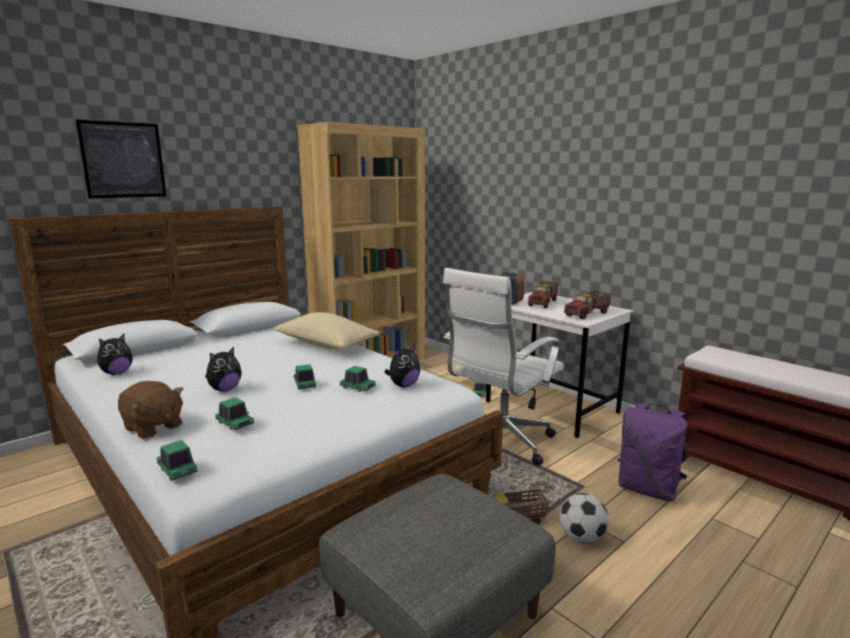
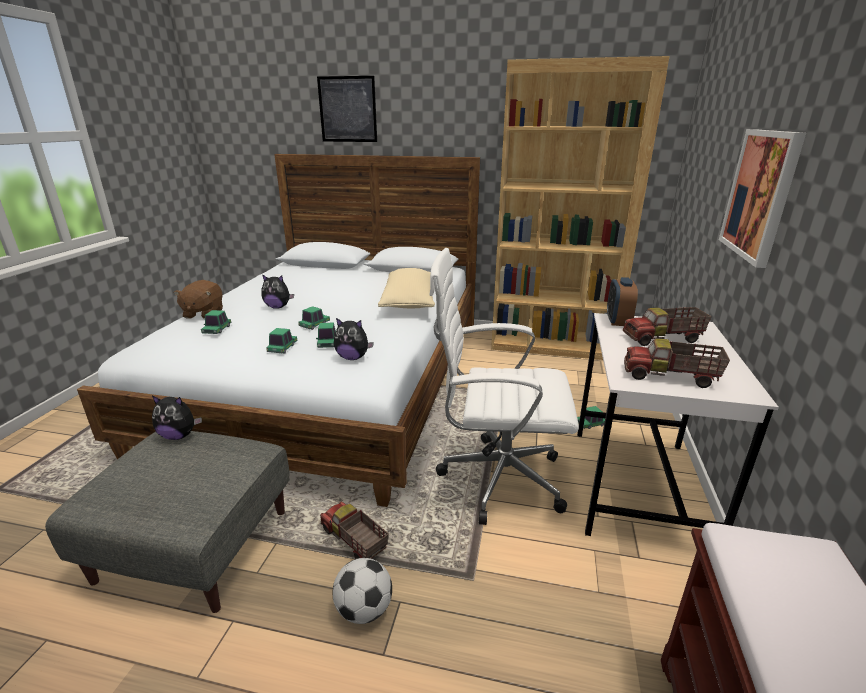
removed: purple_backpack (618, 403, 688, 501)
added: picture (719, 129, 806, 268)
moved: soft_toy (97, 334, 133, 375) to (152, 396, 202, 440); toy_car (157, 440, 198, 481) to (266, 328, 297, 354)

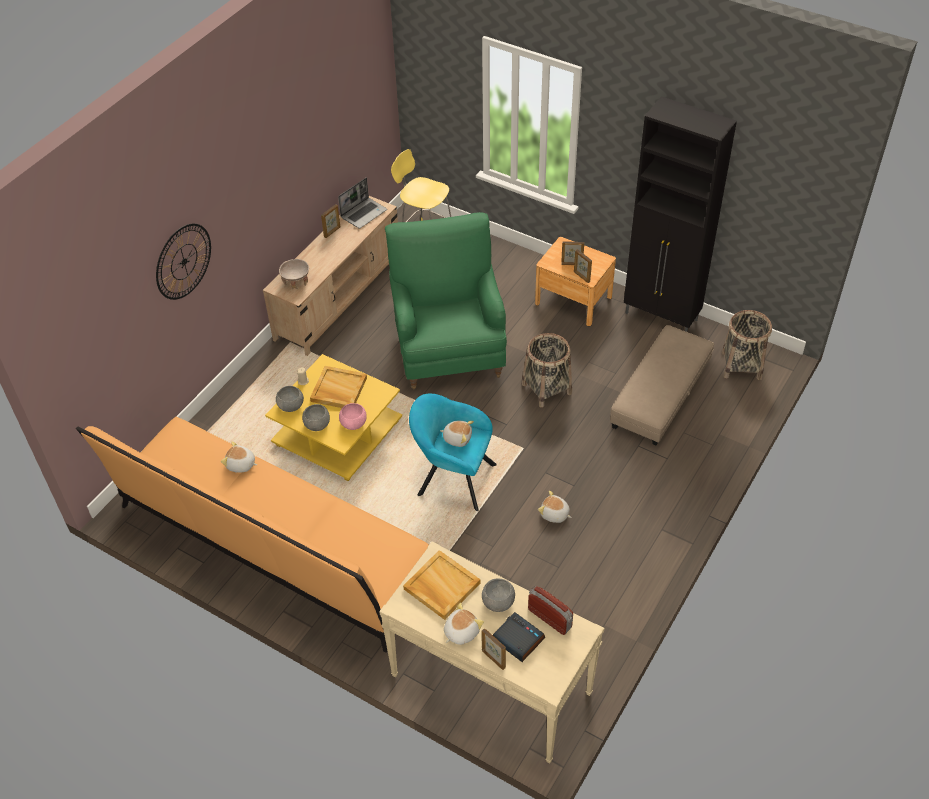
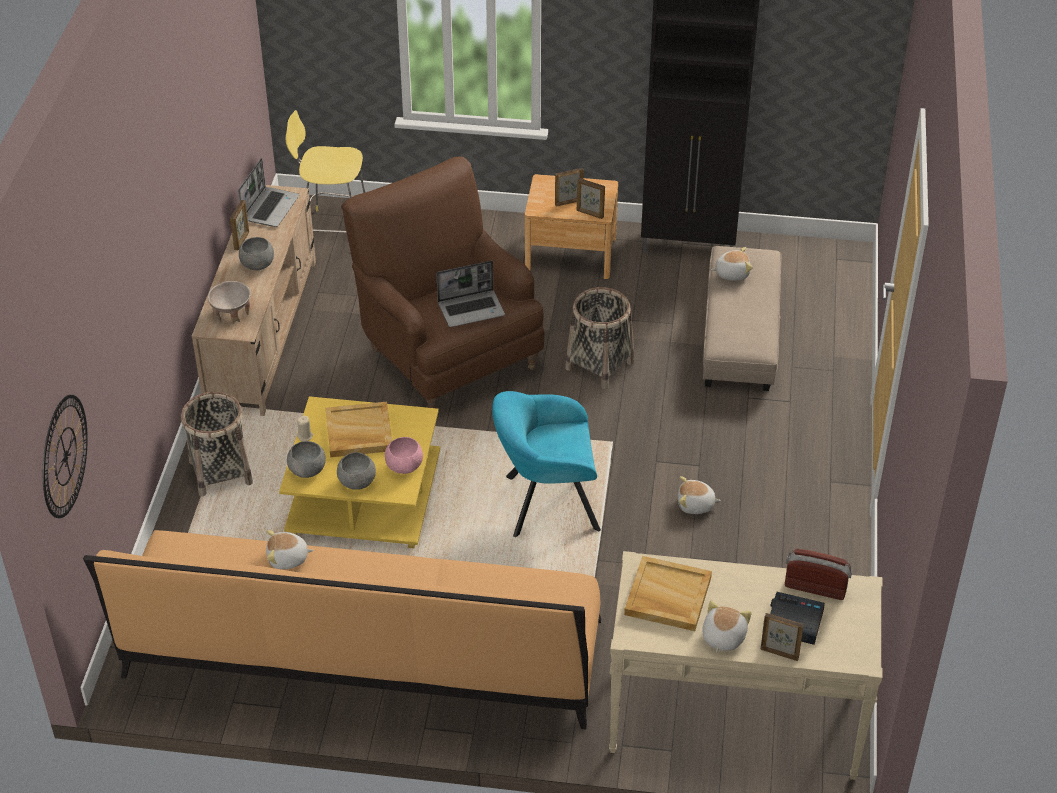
added: portable_computer (437, 261, 505, 327)
moved: clock_on_the_wall (156, 224, 211, 300) to (43, 395, 88, 518); storage_basket (722, 310, 772, 380) to (181, 392, 253, 497); grey_deep_dish (482, 579, 515, 612) to (239, 237, 274, 270); soft_toy (440, 421, 474, 447) to (711, 247, 753, 281)
recoloured: greenish_armchair (385, 212, 507, 389) to brown_armchair (341, 156, 544, 408)

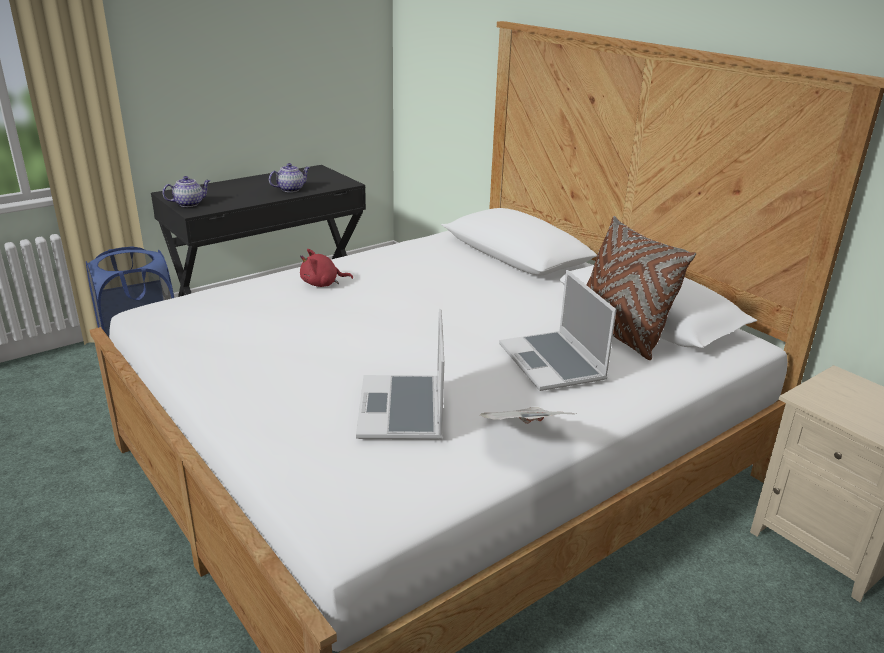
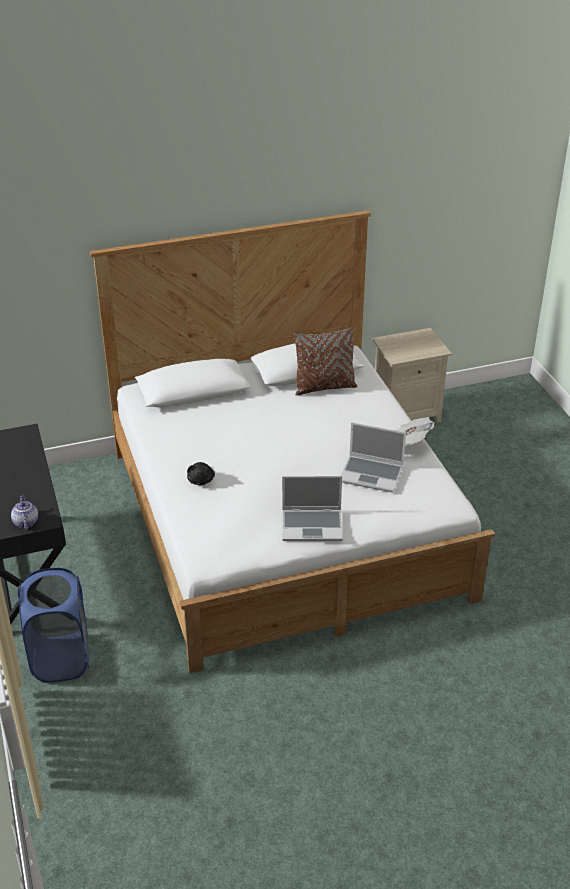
removed: tea_pot (269, 163, 310, 192)
moved: portable_computer (499, 270, 617, 391) to (282, 476, 343, 541)
recoloured: red_soft_toy (300, 249, 353, 287) to black_soft_toy (187, 462, 215, 485)

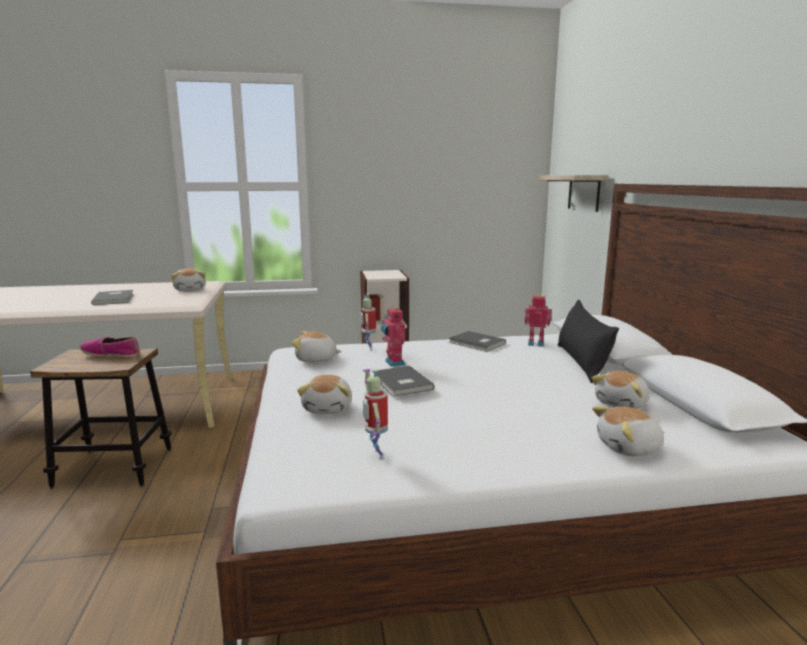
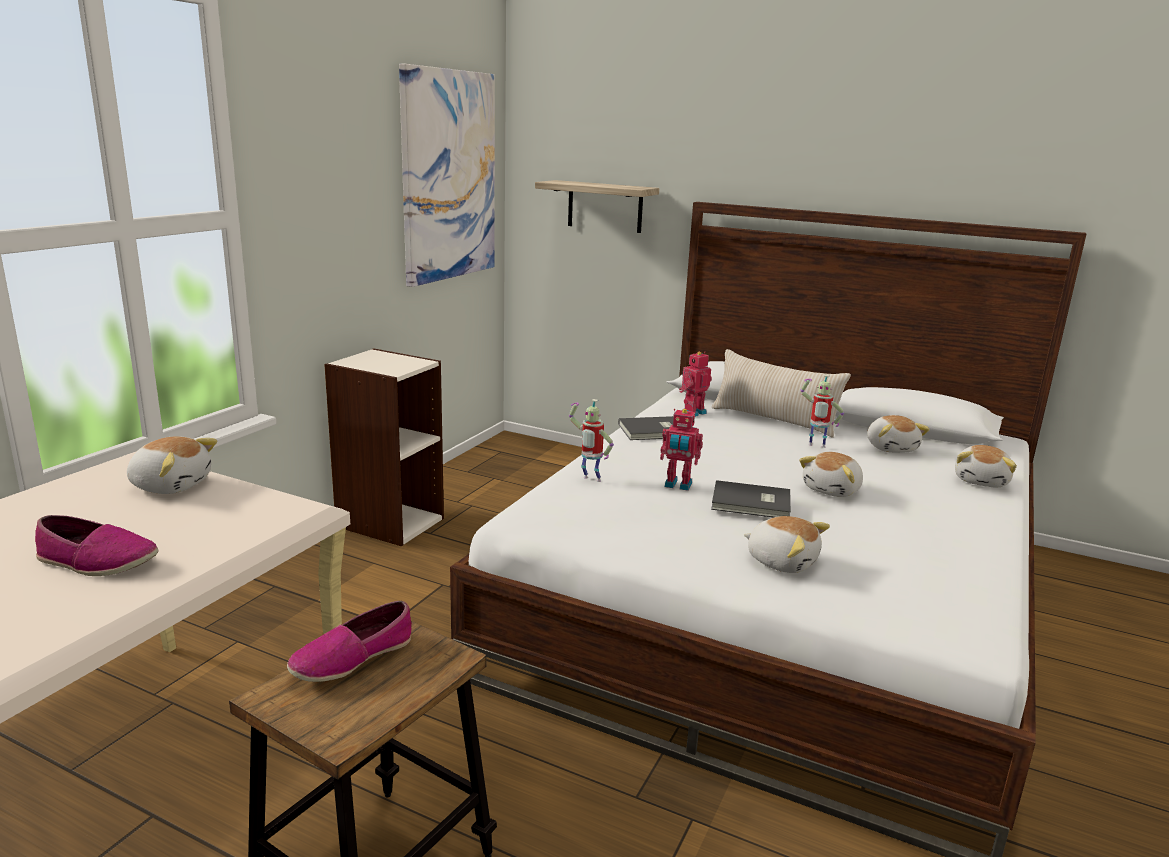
added: picture (399, 64, 495, 287)
moved: soft_toy (292, 331, 342, 362) to (799, 452, 863, 497); robot_figure (362, 369, 388, 460) to (800, 375, 844, 448)
replaced: grey_volume (91, 290, 133, 305) to low_shoe (35, 515, 158, 576)
recoloured: black_throw_pillow (558, 300, 619, 383) to beige_throw_pillow (712, 349, 851, 438)

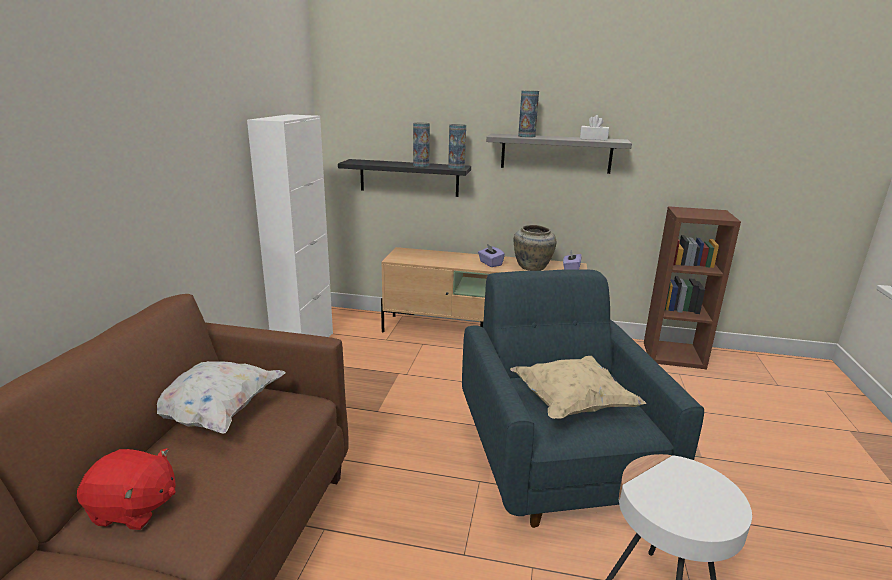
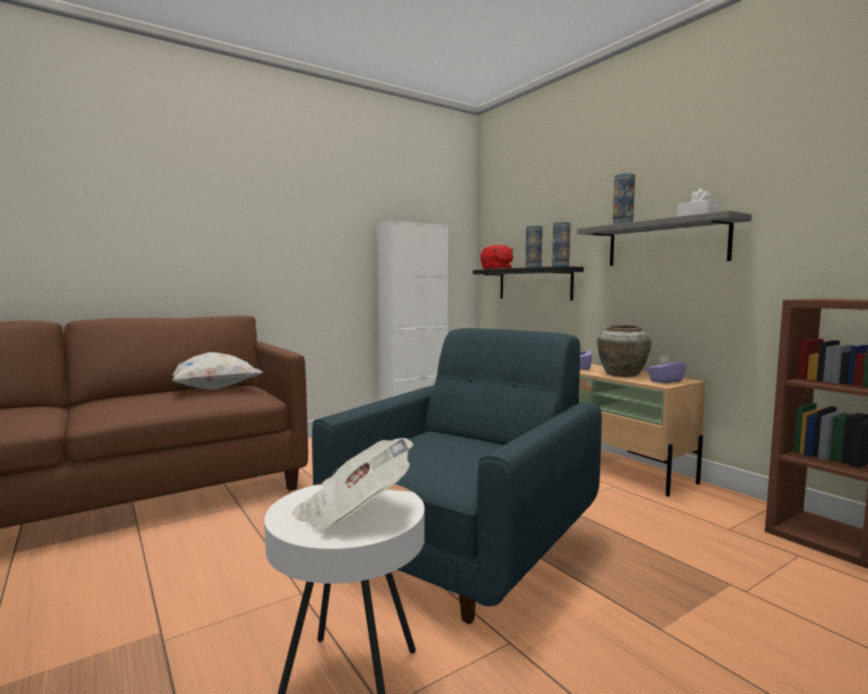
removed: beige_throw_pillow (510, 356, 646, 419)
added: newspaper (292, 438, 414, 531)
moved: red_soft_toy (77, 448, 176, 530) to (480, 245, 514, 269)

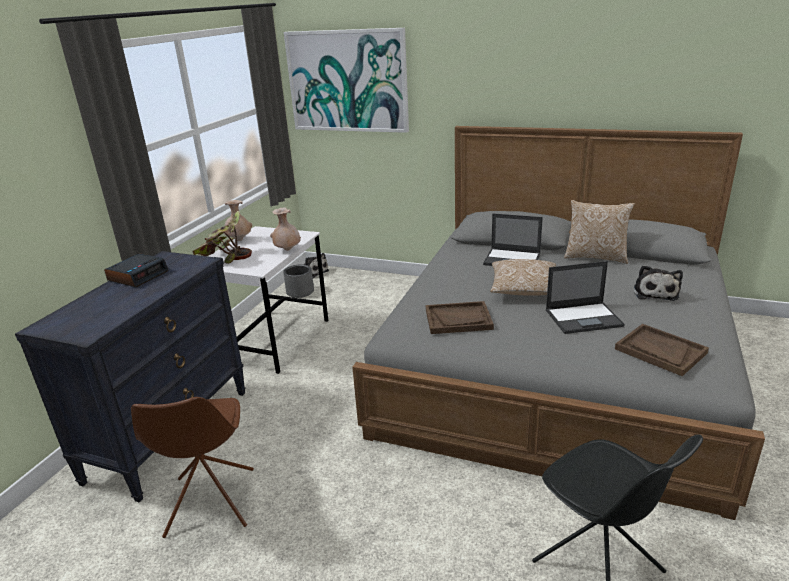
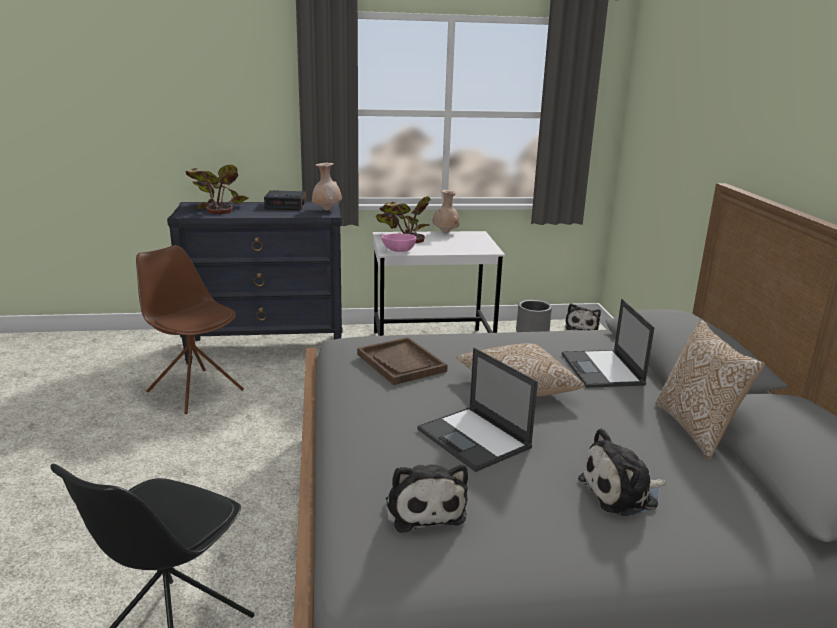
removed: picture (284, 28, 409, 133)
added: plant_in_a_pot (185, 164, 249, 214); pinkish_deep_dish (381, 233, 416, 252)
moved: beige_flower_vase (270, 207, 301, 251) to (312, 163, 342, 211)
replaced: brown_tray (615, 324, 709, 376) to soft_toy (386, 464, 468, 533)
turned: brown_upright_chair (131, 397, 254, 538) = (136, 245, 244, 414) 75 degrees clockwise

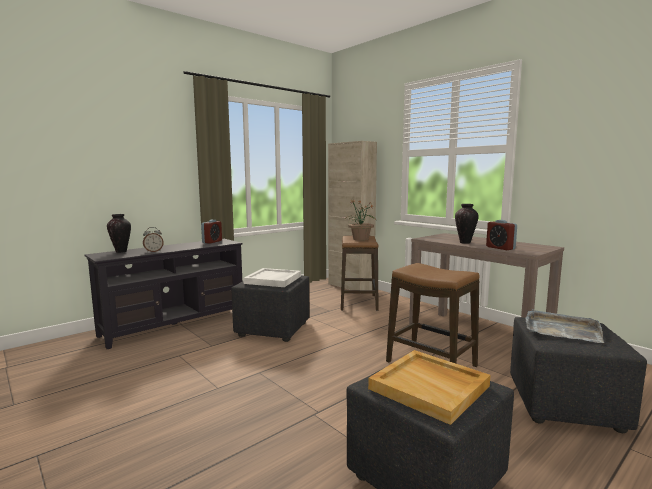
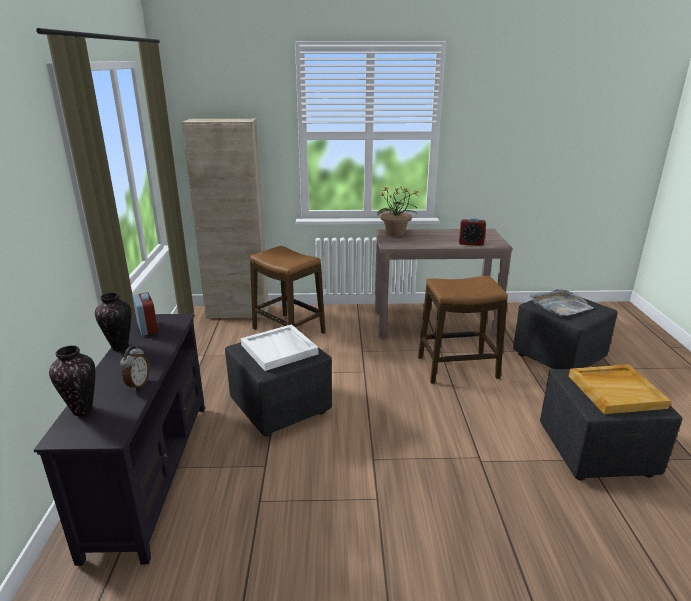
moved: flower_vase (455, 204, 479, 244) to (95, 292, 131, 351); plant_in_a_pot (346, 200, 375, 241) to (377, 186, 418, 236)

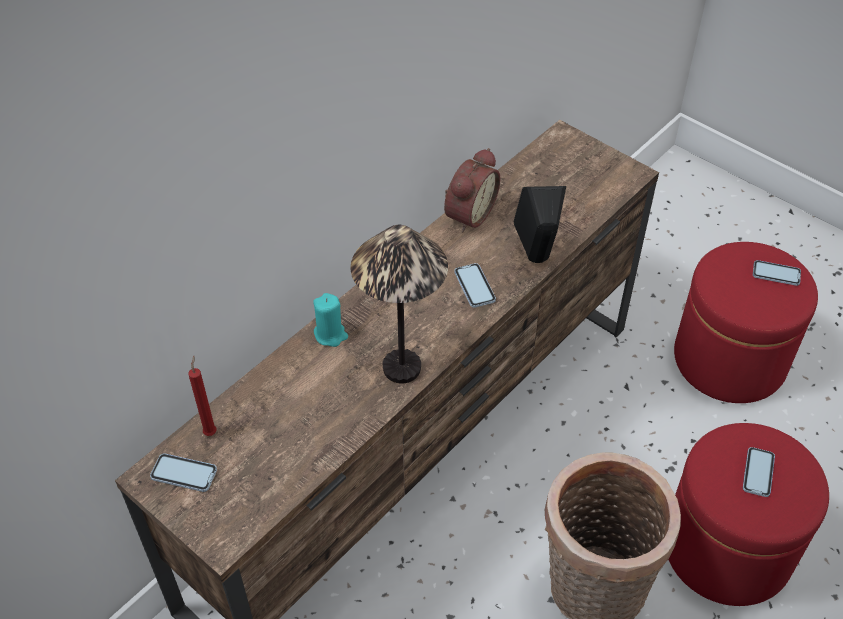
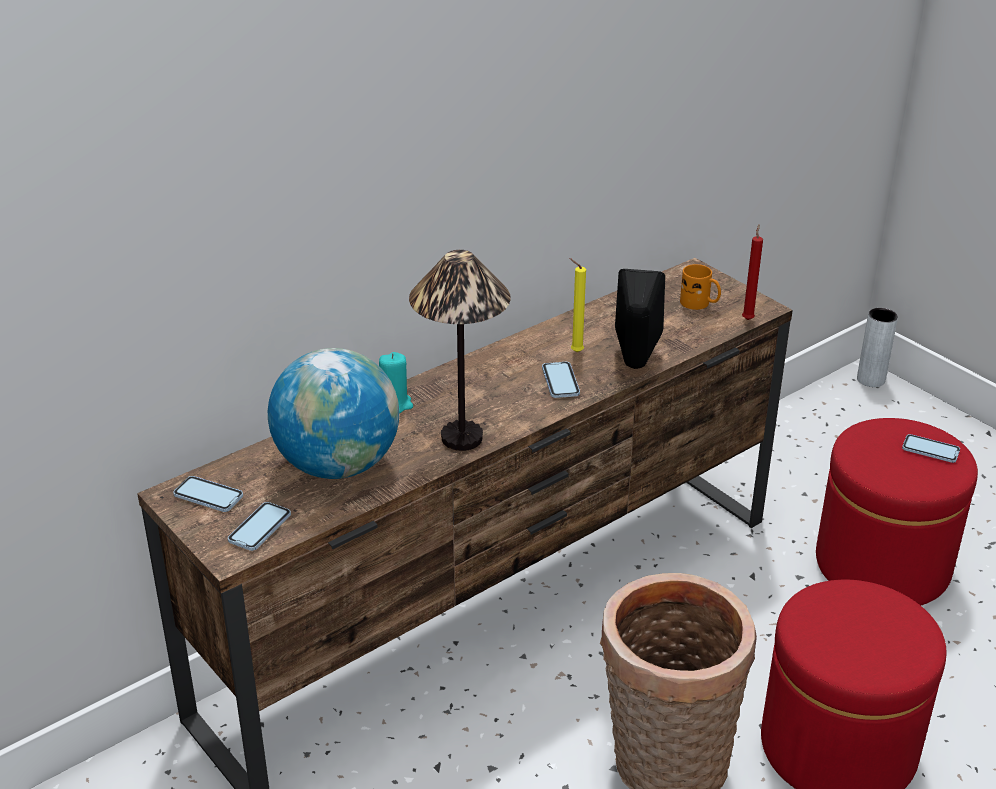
removed: table_clock (444, 148, 500, 232)
added: globe (268, 348, 399, 479); yellowish_wax_candle (569, 258, 586, 352); orange-coloured_coffee_mug (680, 264, 721, 310); grey_flower_vase (857, 308, 898, 387)
moved: phone (743, 447, 775, 497) to (228, 502, 291, 551); red_wax_candle (188, 356, 217, 436) to (742, 224, 763, 320)

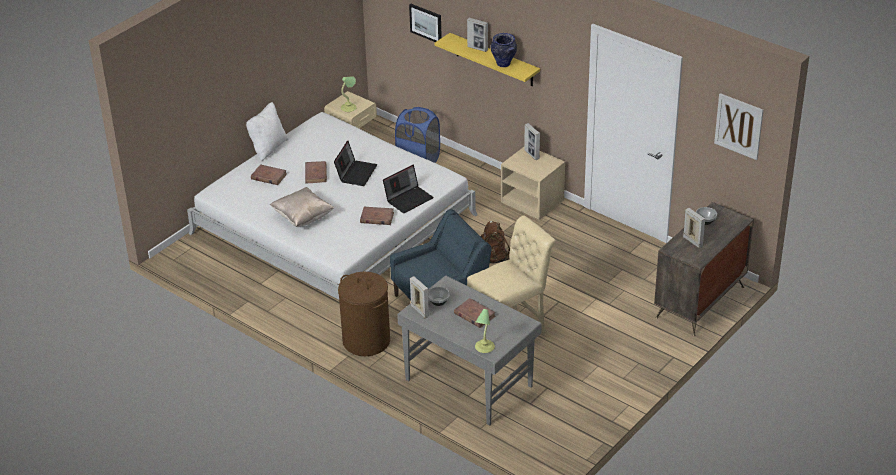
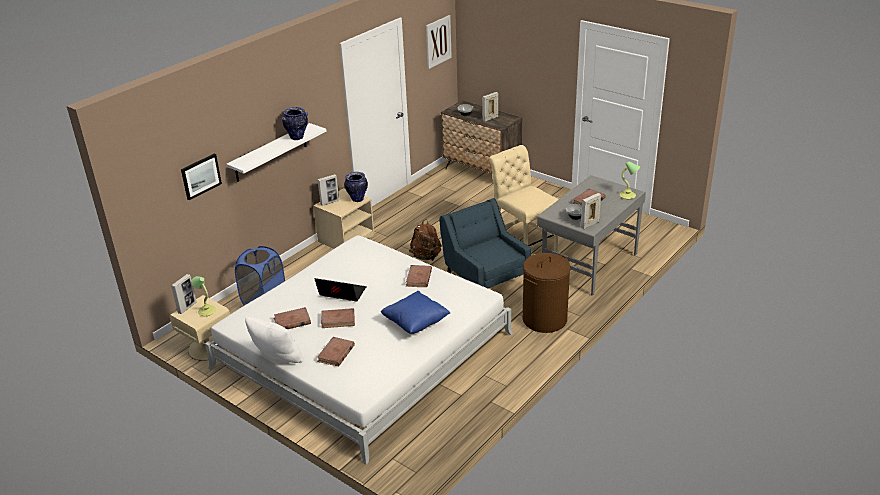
removed: portable_computer (383, 165, 434, 213)
added: brown_volume (274, 307, 311, 329); flower_vase (344, 172, 368, 202)
moved: photo_frame (467, 18, 488, 52) to (171, 274, 196, 314)
recoloured: yellowish_shelf (434, 33, 540, 86) to whitish_shelf (226, 123, 326, 182); beige_throw_pillow (270, 187, 334, 227) to blue-coloured_throw_pillow (381, 291, 450, 334)

